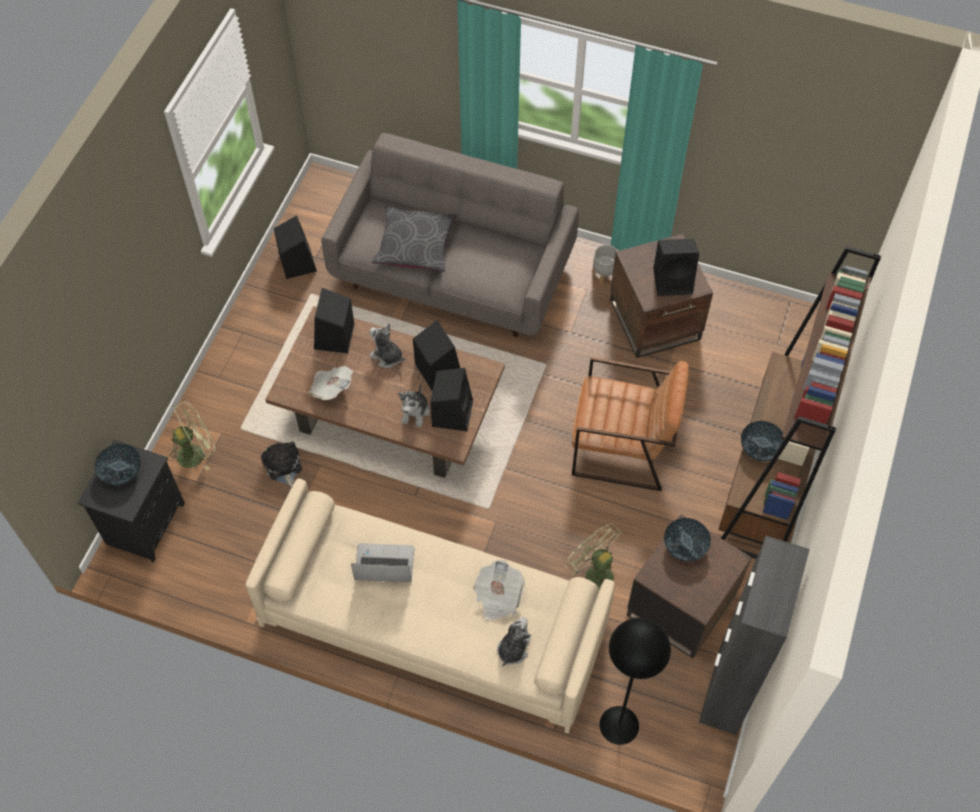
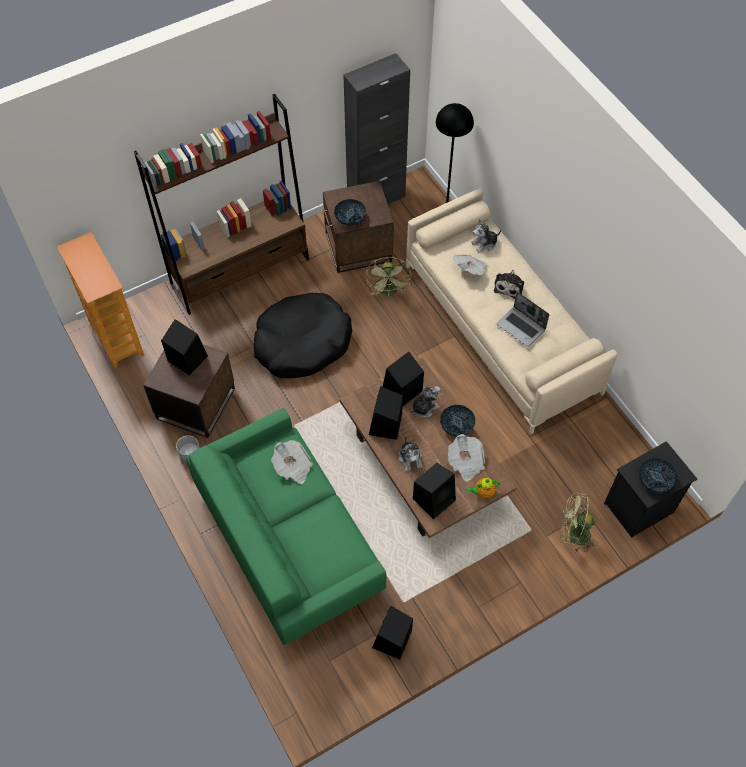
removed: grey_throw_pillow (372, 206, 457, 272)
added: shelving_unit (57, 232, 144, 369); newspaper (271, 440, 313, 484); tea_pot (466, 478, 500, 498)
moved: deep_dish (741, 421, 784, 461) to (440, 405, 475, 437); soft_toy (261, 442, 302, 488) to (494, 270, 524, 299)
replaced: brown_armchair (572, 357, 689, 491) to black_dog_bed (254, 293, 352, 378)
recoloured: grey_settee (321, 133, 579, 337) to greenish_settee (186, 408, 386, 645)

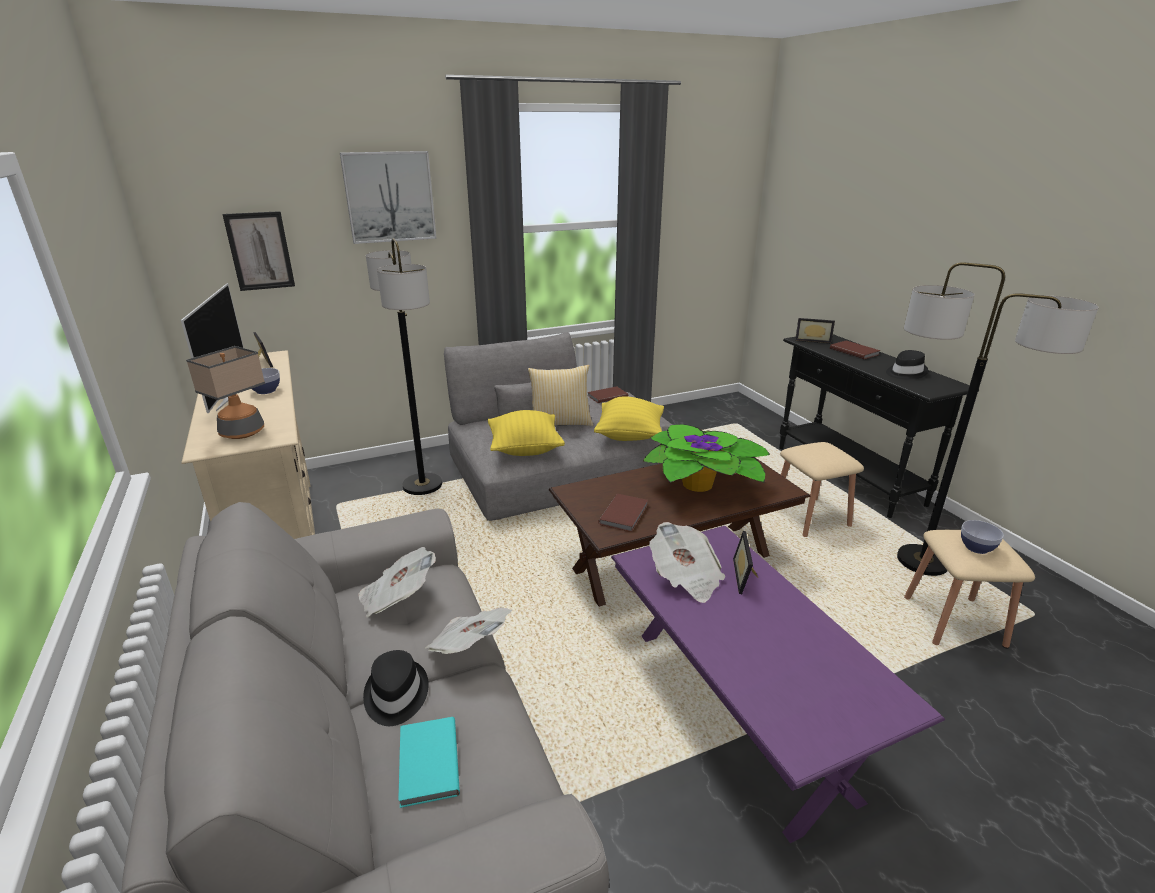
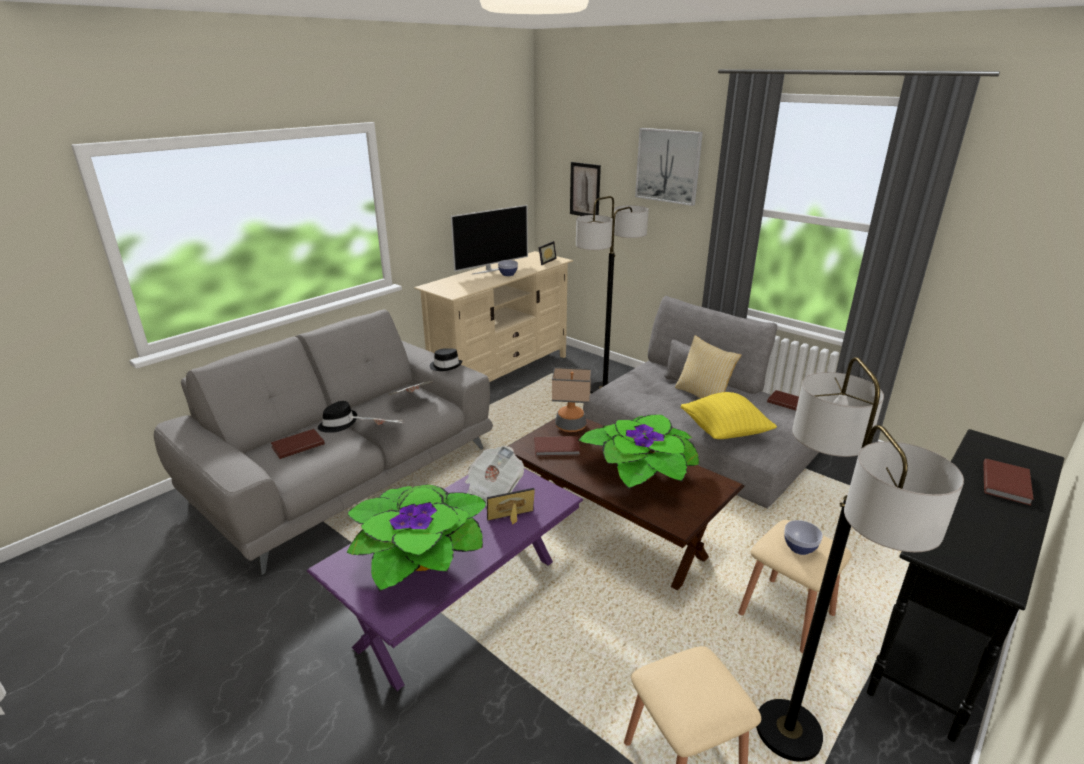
removed: yellowish_throw_pillow (488, 410, 565, 456); photo_frame (795, 318, 835, 343)
added: plant_in_a_pot (347, 484, 486, 592)
moved: black_clothing_hat (886, 350, 928, 380) to (430, 348, 463, 371); tabletop_lamp (186, 346, 265, 439) to (552, 367, 591, 432); deep_dish (961, 520, 1004, 554) to (784, 520, 823, 555)
recoloured: turquoise-coloured_volume (398, 717, 460, 808) to brown_volume (271, 429, 325, 459)

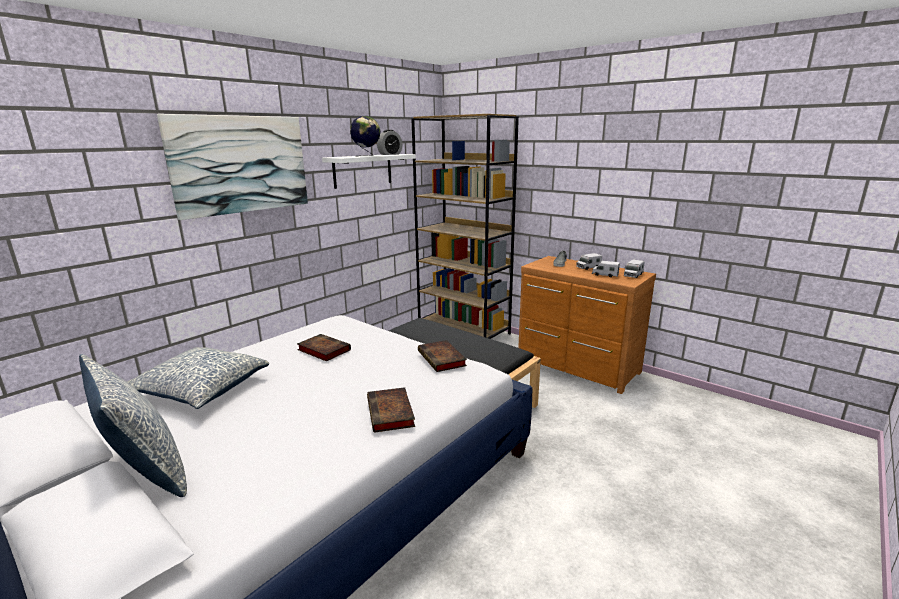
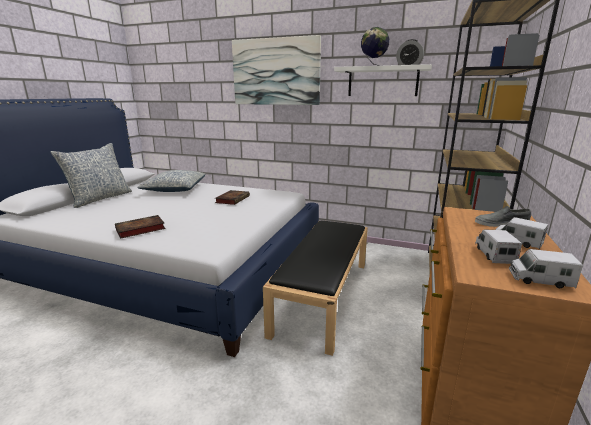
removed: volume (418, 340, 467, 372)

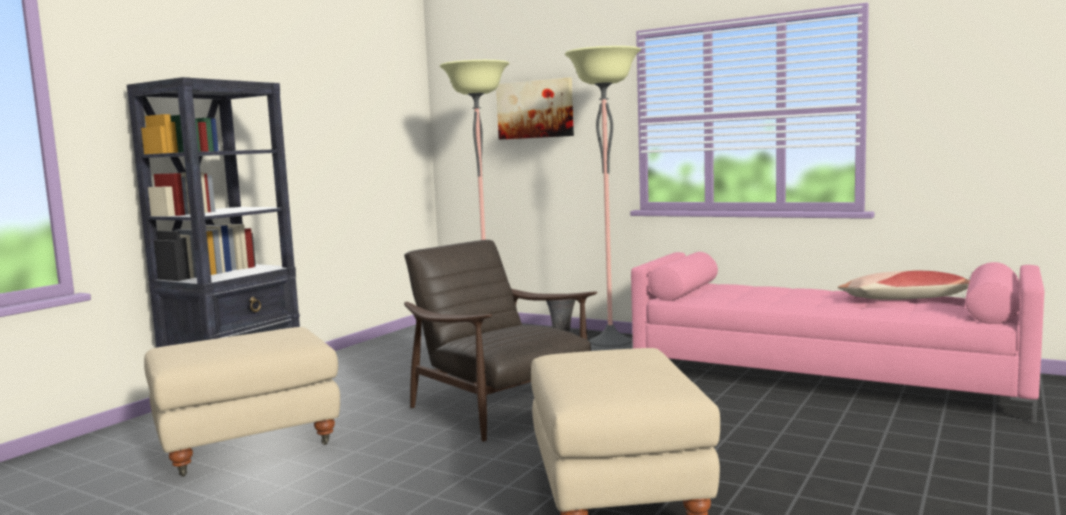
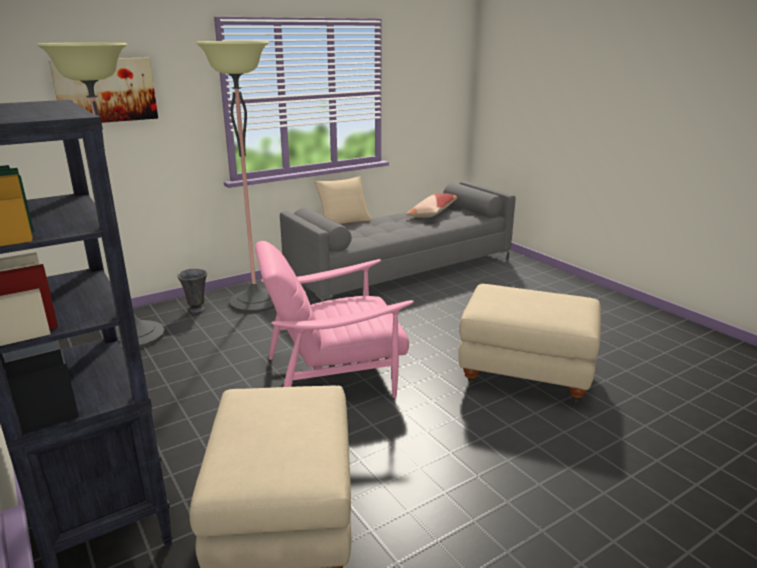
added: beige_throw_pillow (315, 176, 372, 224)
recoloured: brown_armchair (404, 240, 597, 441) to pinkish_armchair (255, 241, 414, 398); pinkish_settee (631, 252, 1044, 423) to grey_settee (280, 181, 516, 302)

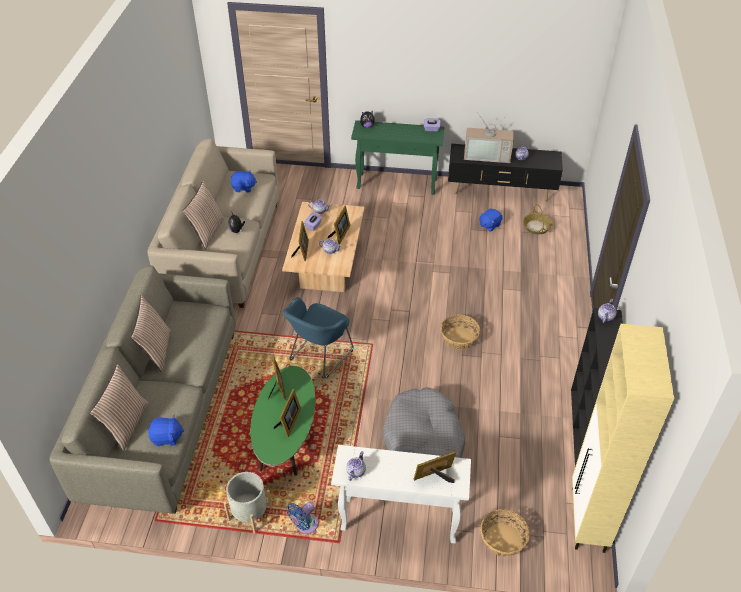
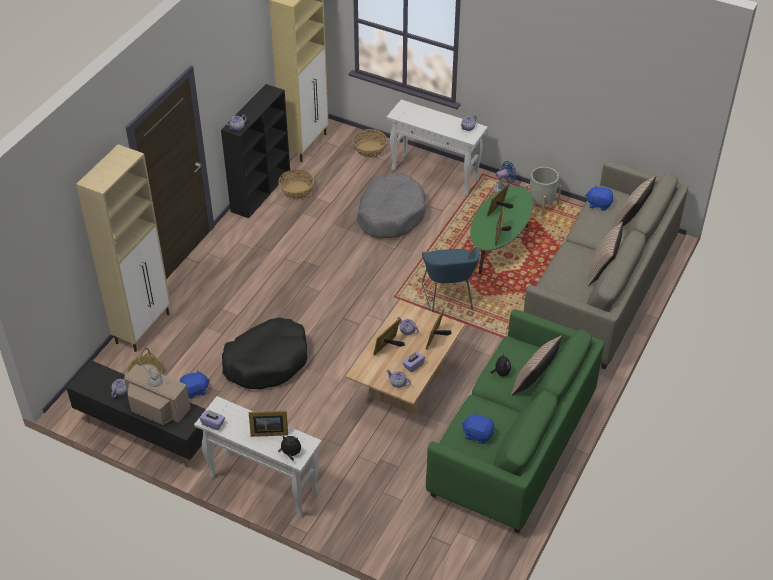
added: beige_cabinet (76, 144, 171, 352); black_dog_bed (222, 317, 307, 389)
moved: photo_frame (414, 451, 456, 483) to (249, 411, 288, 437); storage_basket (440, 315, 480, 349) to (278, 169, 314, 199)
recoloured: greenish_hall_table (351, 120, 444, 195) to whitish_hall_table (194, 396, 322, 518); beige_settee (147, 139, 279, 308) to greenish_settee (426, 309, 604, 533)
turned: blue-coloured_armchair (283, 297, 354, 378) = (422, 247, 480, 312) 120 degrees clockwise

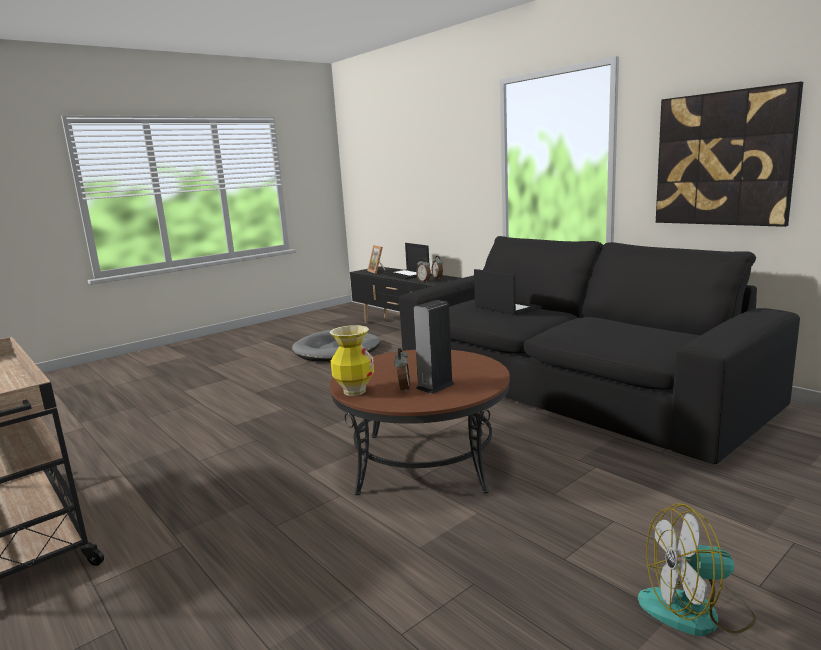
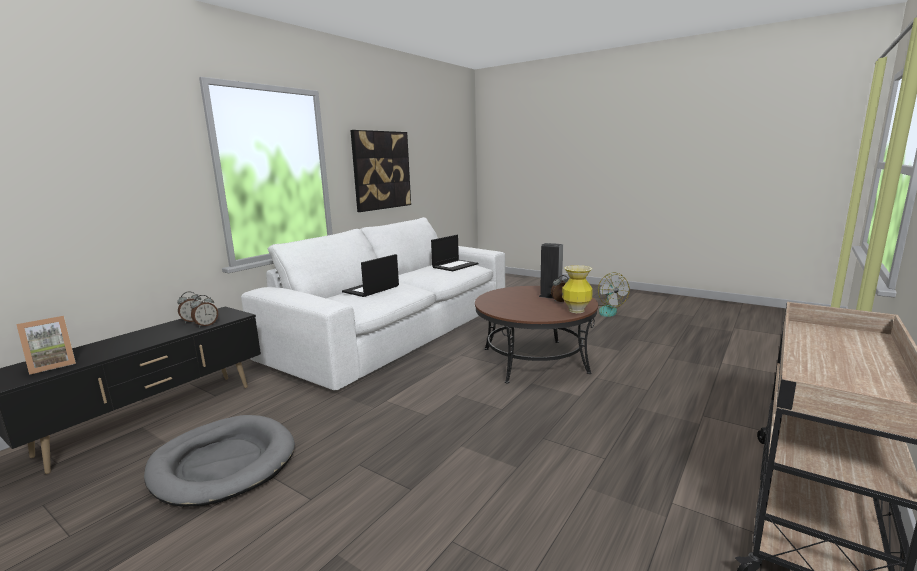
moved: portable_computer (384, 243, 429, 279) to (431, 235, 478, 271)
recoloured: black_settee (399, 236, 800, 464) to whitish_settee (241, 217, 505, 390)

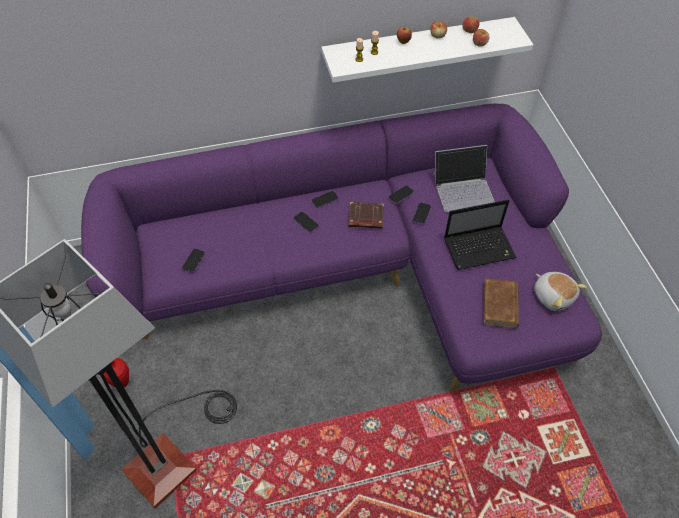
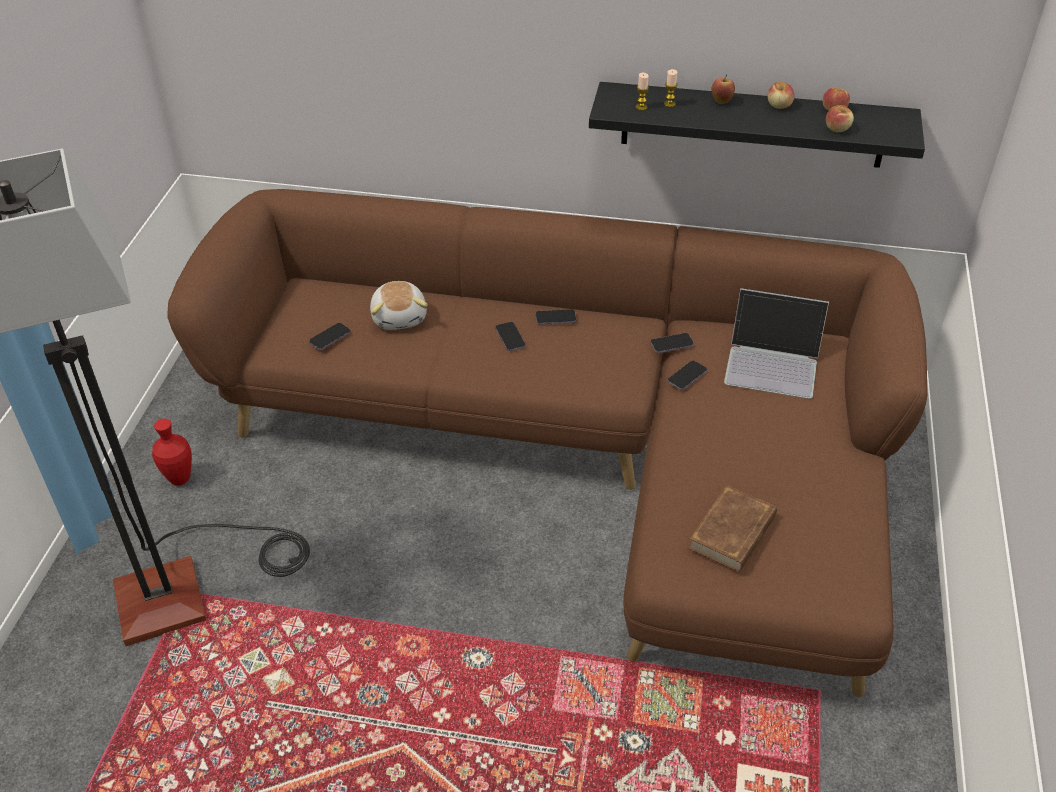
removed: brown_volume (348, 202, 384, 229); portable_computer (444, 199, 517, 270)
moved: soft_toy (534, 272, 587, 311) to (370, 281, 428, 330)
recoloured: purple_settee (81, 104, 602, 391) to brown_settee (168, 189, 927, 697); whitish_shelf (321, 17, 533, 83) to black_shelf (589, 82, 925, 168)

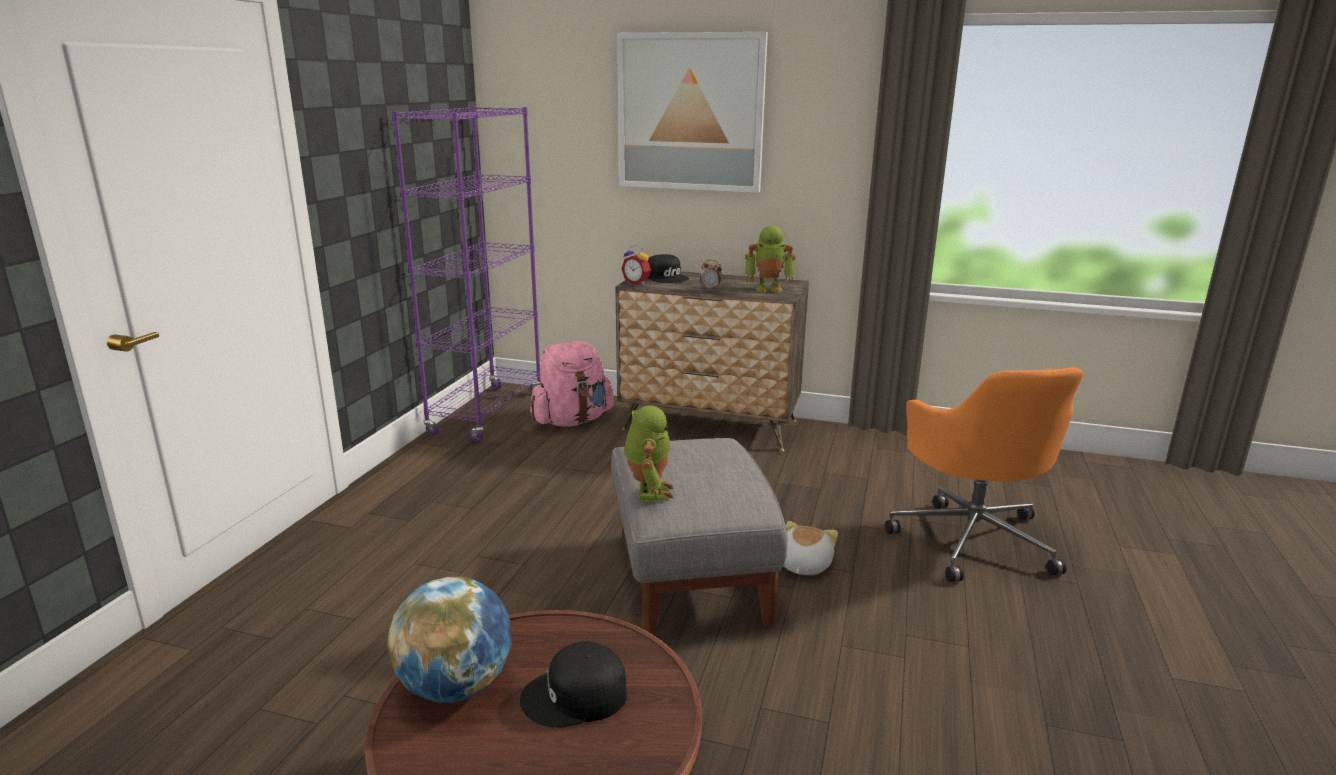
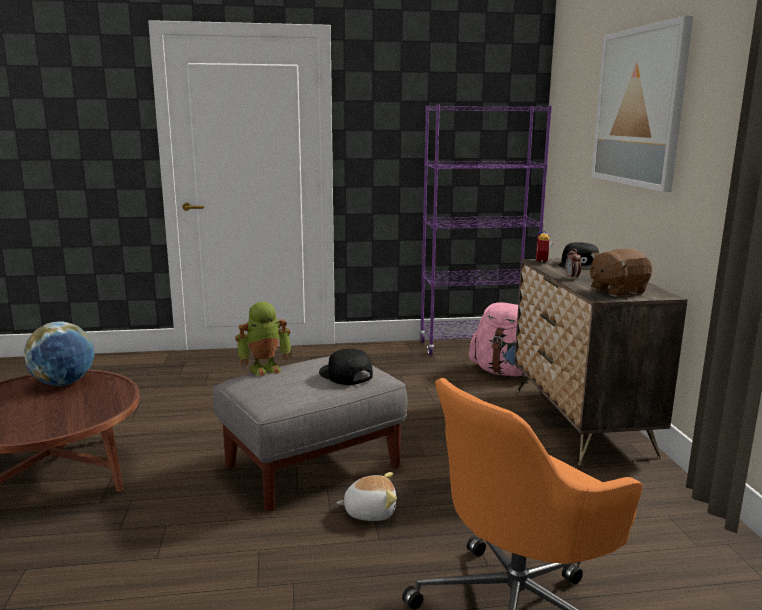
moved: black_peaked_cap (520, 641, 627, 728) to (319, 349, 373, 385)
replaced: robot_figure (745, 225, 796, 293) to brown_soft_toy (590, 249, 652, 297)

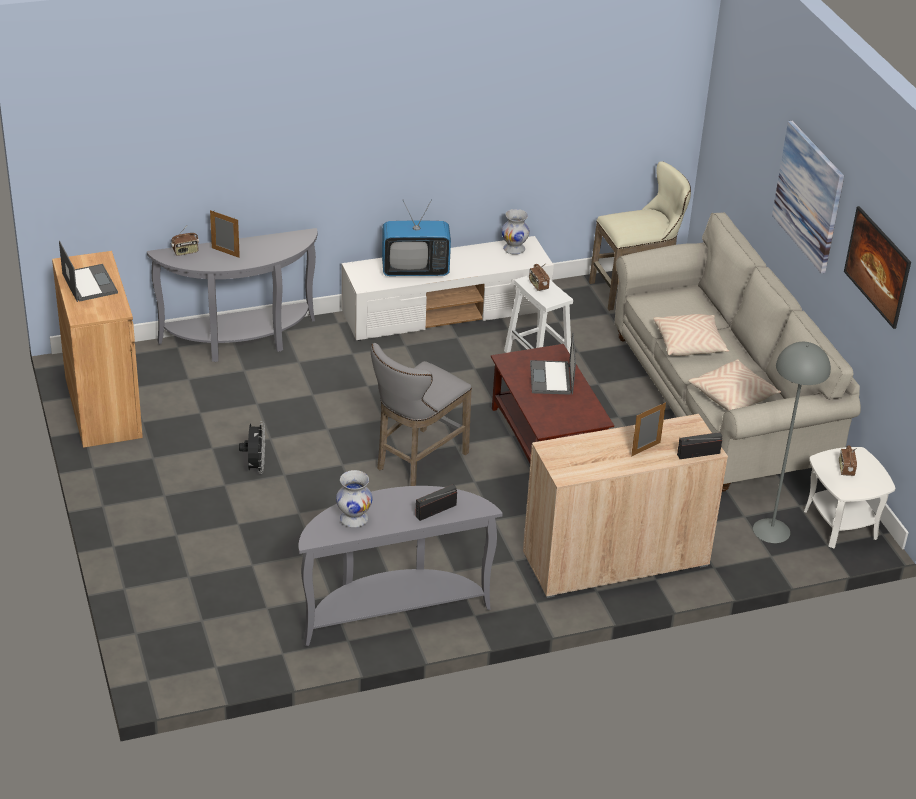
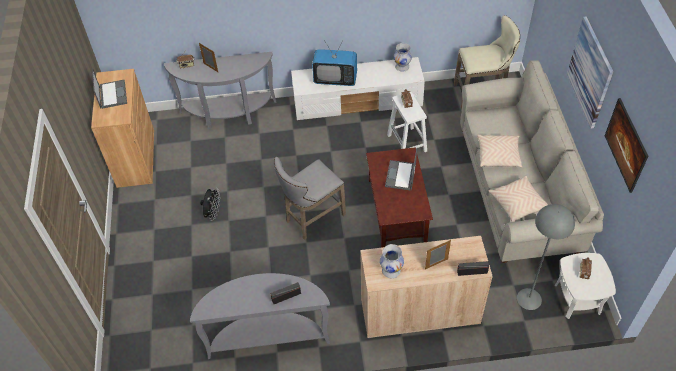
moved: whitish_flower_vase (336, 470, 373, 528) to (380, 244, 404, 278)

